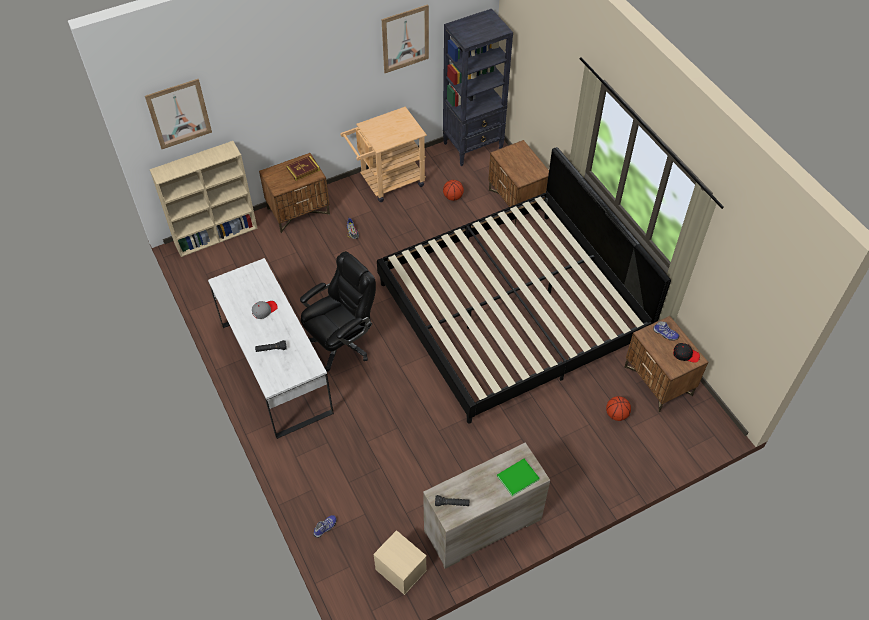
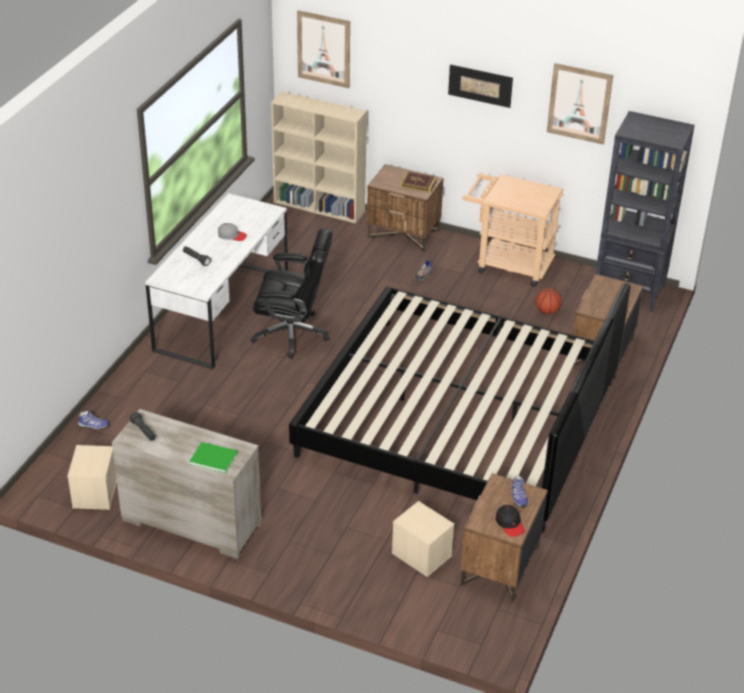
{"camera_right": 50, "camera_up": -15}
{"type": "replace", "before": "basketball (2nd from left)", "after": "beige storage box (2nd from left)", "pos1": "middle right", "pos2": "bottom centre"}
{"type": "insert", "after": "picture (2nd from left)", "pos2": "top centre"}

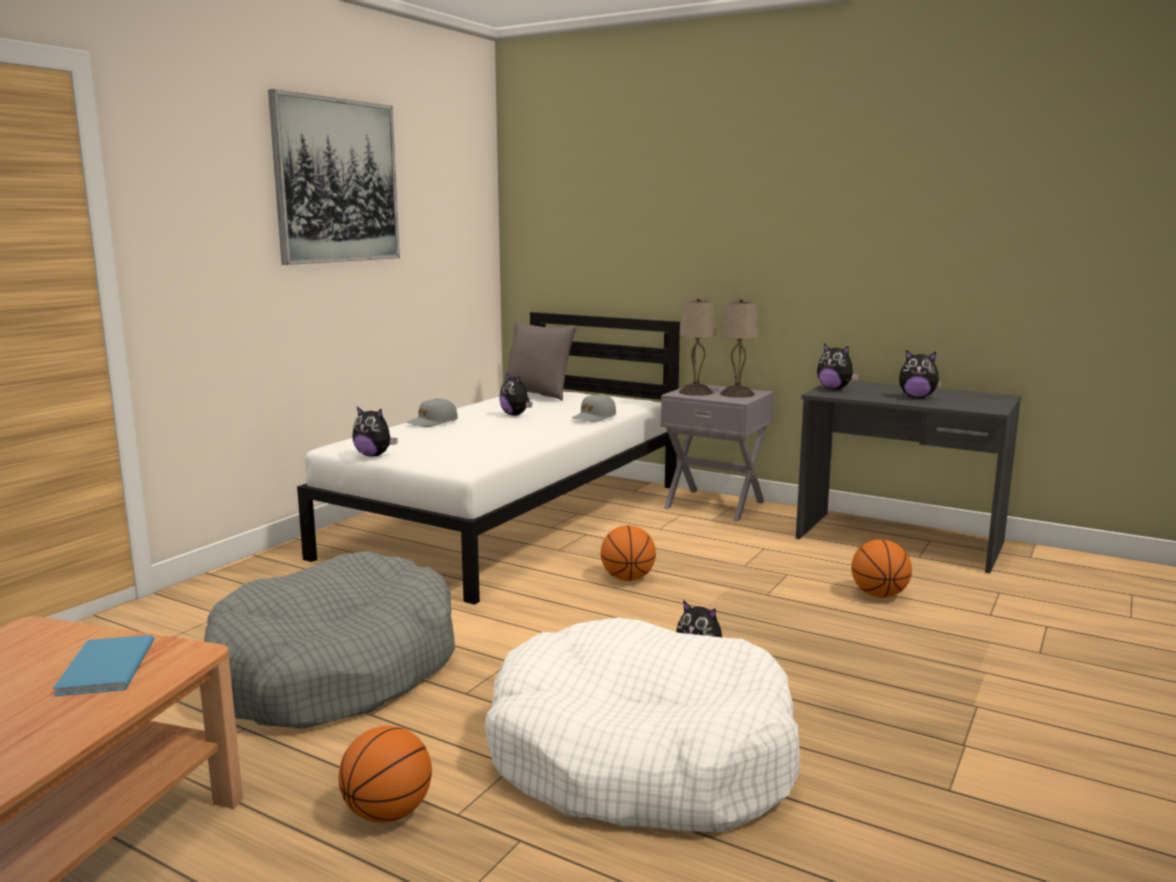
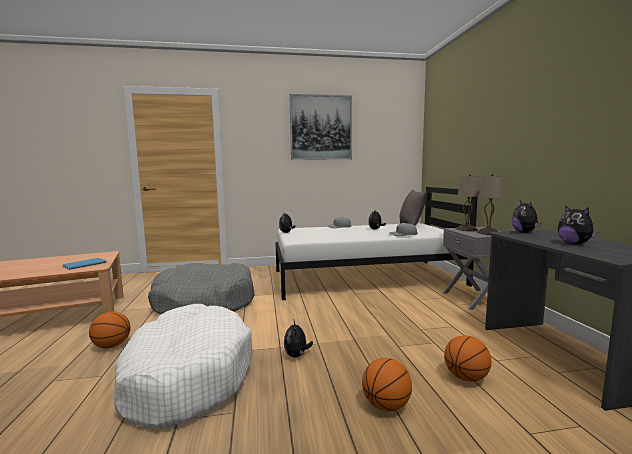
{"camera_right": 50, "camera_up": -5}
{"type": "move", "before": "basketball (2nd from left)", "pos1": "centre", "pos2": "bottom centre"}

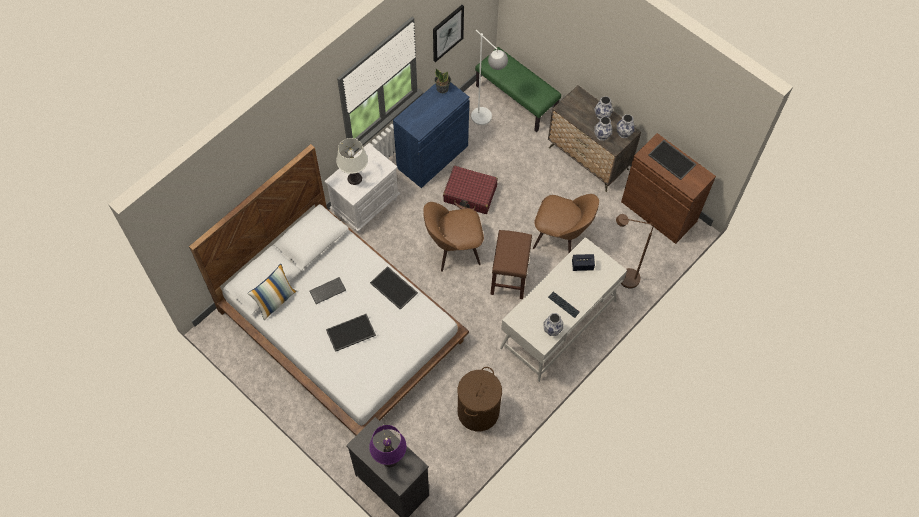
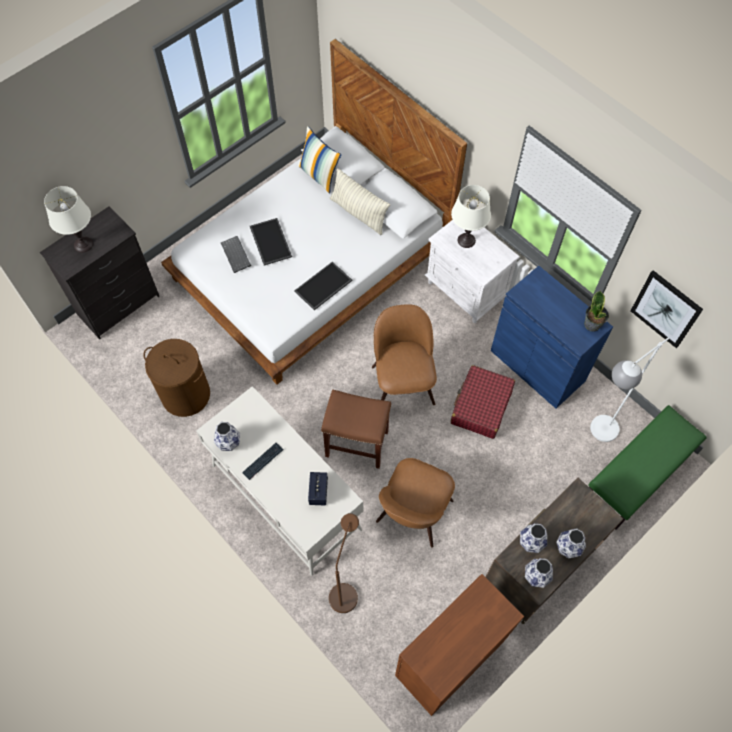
{"camera_right": 95, "camera_up": 0}
{"type": "delete", "before": "tray (3rd from left)", "pos1": "top right"}
{"type": "move", "before": "keyboard (1st from left)", "pos1": "centre", "pos2": "middle left"}
{"type": "recolor", "before": "purple table lamp", "after": "white table lamp (1st from left)", "pos1": "bottom centre", "pos2": "top left"}
{"type": "insert", "after": "pillow (2nd from left)", "pos2": "top centre"}

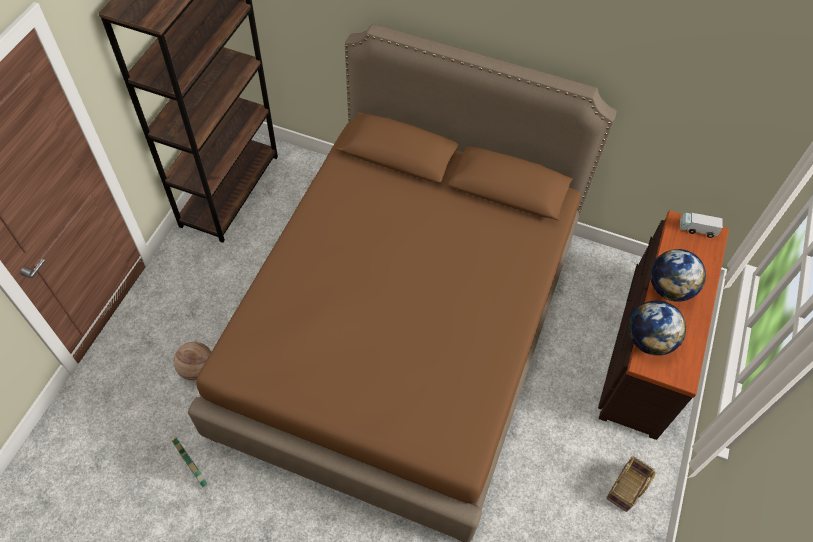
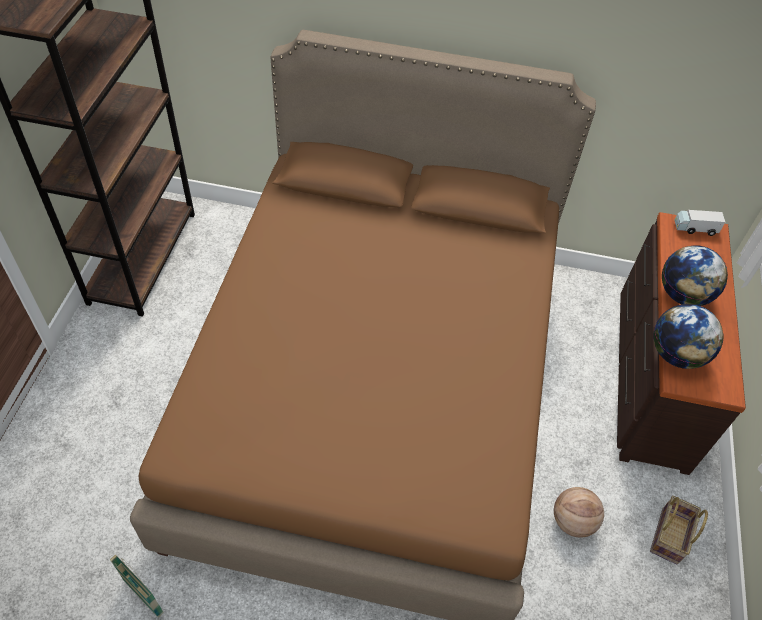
{"camera_right": -10, "camera_up": -5}
{"type": "move", "before": "basketball", "pos1": "middle left", "pos2": "bottom right"}

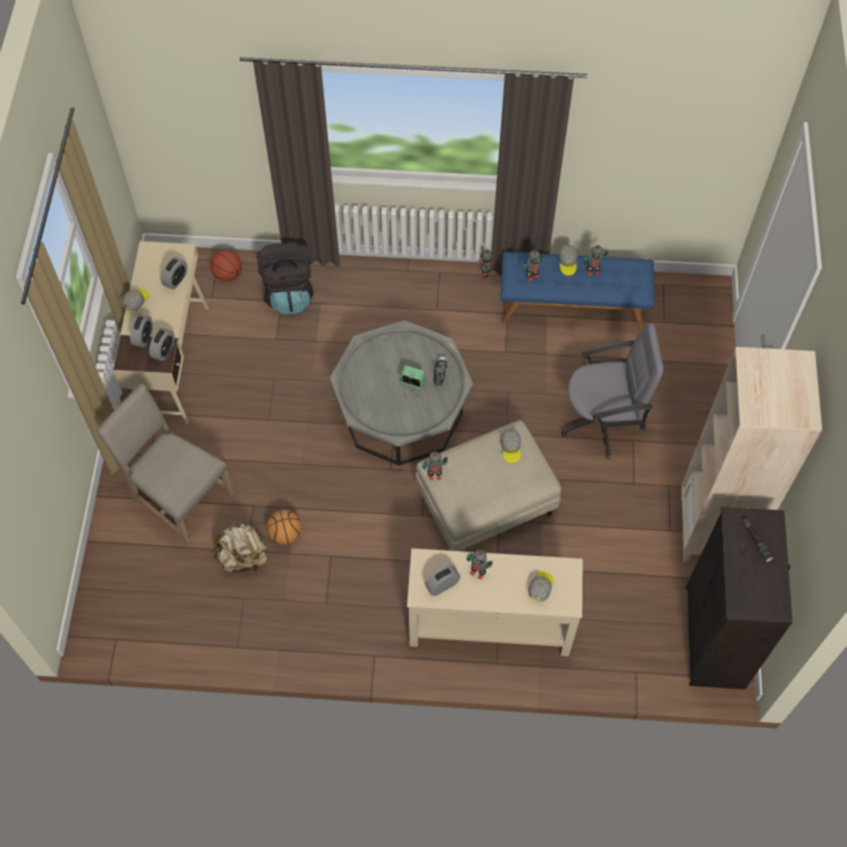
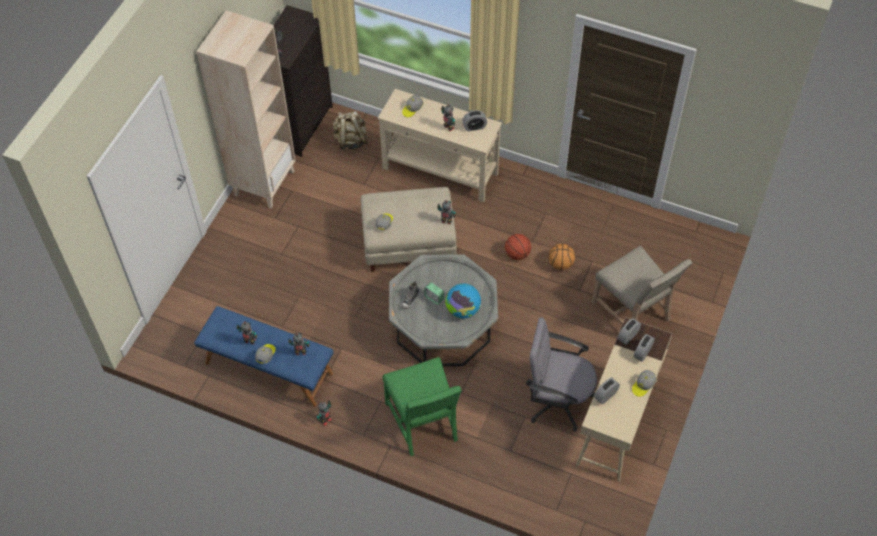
{"camera_right": -160, "camera_up": -5}
{"type": "delete", "before": "black backpack", "pos1": "top centre"}
{"type": "move", "before": "basketball (1st from left)", "pos1": "top left", "pos2": "centre"}
{"type": "move", "before": "grey office chair", "pos1": "middle right", "pos2": "bottom centre"}
{"type": "move", "before": "beige backpack", "pos1": "middle left", "pos2": "top centre"}
{"type": "insert", "after": "globe", "pos2": "centre"}
{"type": "insert", "after": "green chair", "pos2": "bottom centre"}

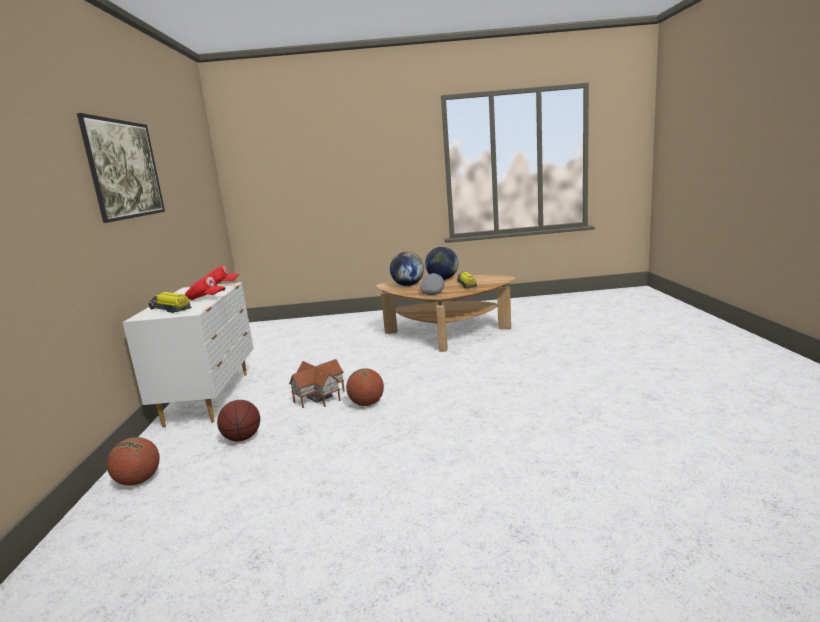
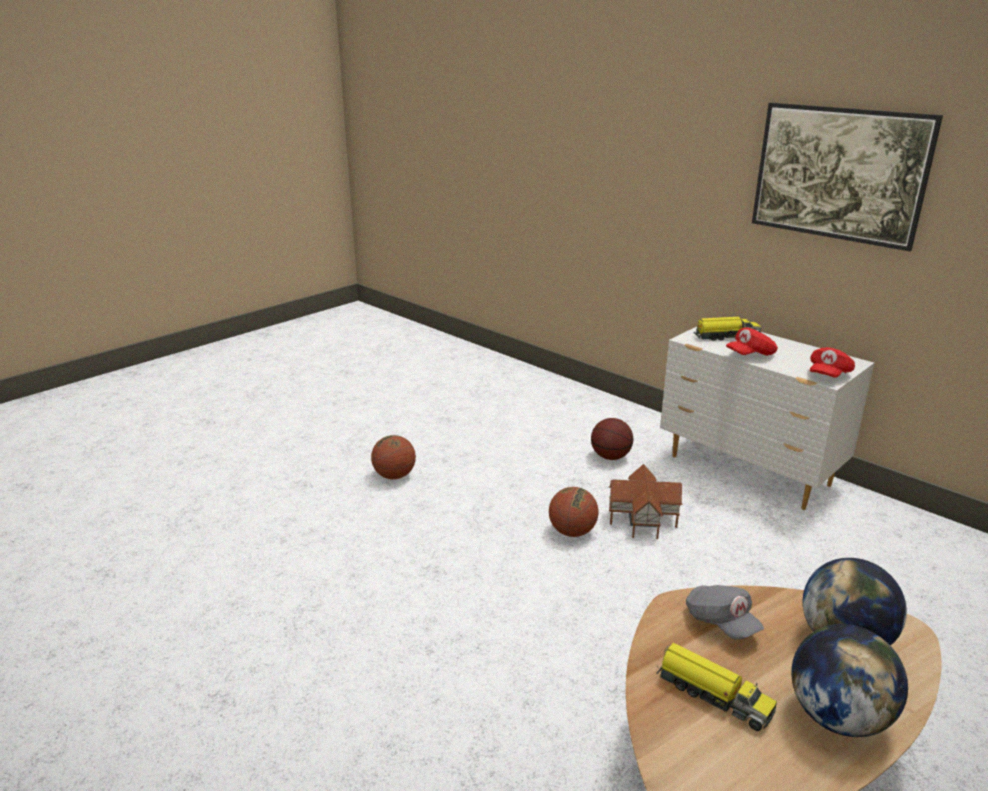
{"camera_right": 135, "camera_up": 10}
{"type": "move", "before": "basketball (1st from left)", "pos1": "bottom left", "pos2": "centre"}

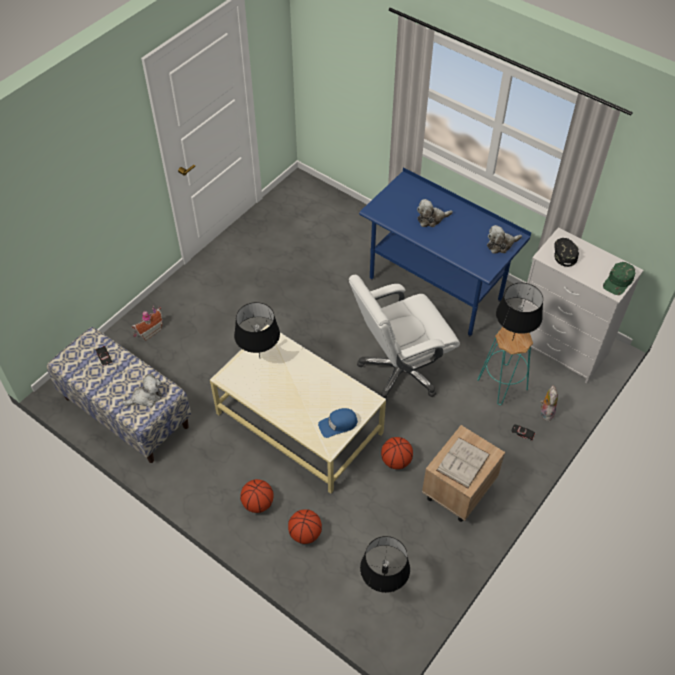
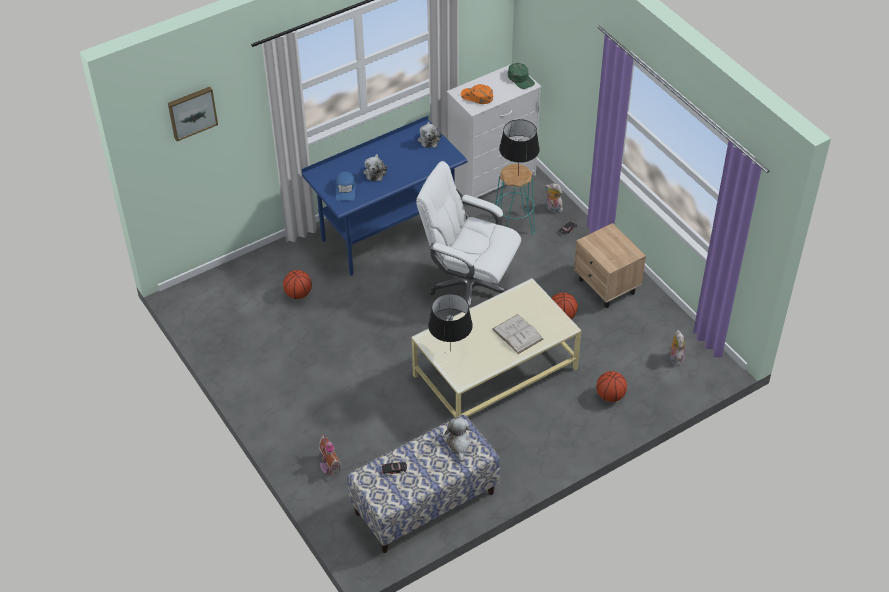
{"camera_right": -70, "camera_up": -5}
{"type": "recolor", "before": "black cap", "after": "orange cap", "pos1": "middle right", "pos2": "top centre"}
{"type": "rotate", "before": "white office chair", "pos1": "centre", "pos2": "centre", "turn": 120}
{"type": "move", "before": "blue cap", "pos1": "centre", "pos2": "top centre"}
{"type": "move", "before": "white book", "pos1": "bottom right", "pos2": "centre"}
{"type": "move", "before": "basketball (1st from left)", "pos1": "bottom centre", "pos2": "centre"}
{"type": "replace", "before": "black table lamp (2nd from left)", "after": "plush toy (5th from left)", "pos1": "bottom centre", "pos2": "middle right"}
{"type": "insert", "after": "picture", "pos2": "top left"}

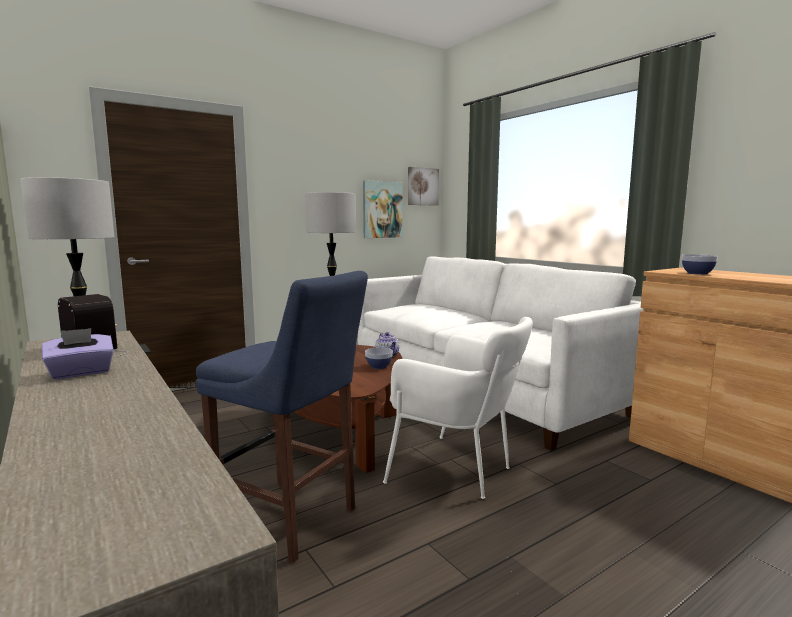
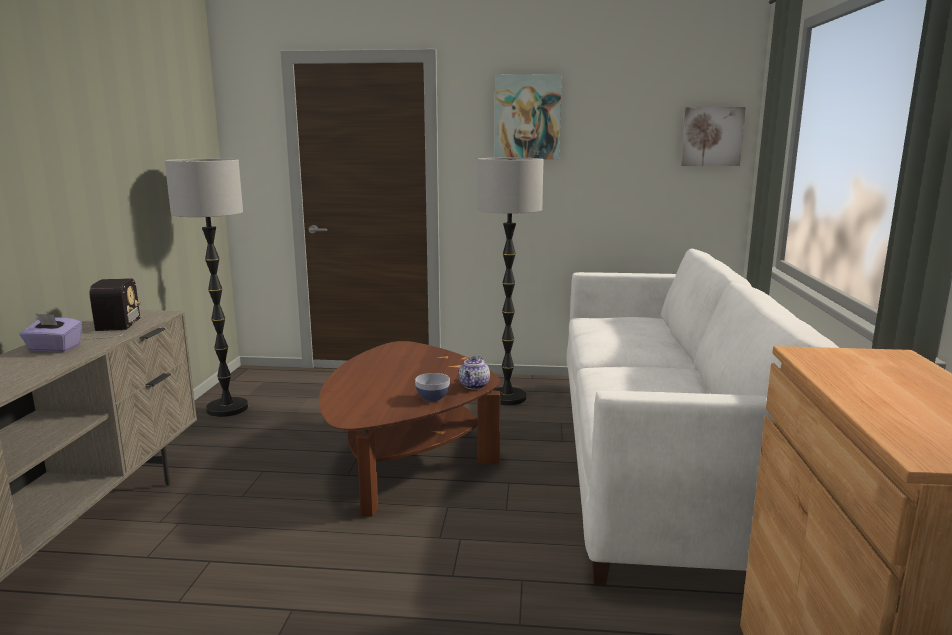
{"camera_right": 40, "camera_up": 5}
{"type": "move", "before": "picture (1st from left)", "pos1": "centre", "pos2": "top centre"}
{"type": "delete", "before": "bowl (2nd from left)", "pos1": "middle right"}
{"type": "delete", "before": "blue stool", "pos1": "bottom centre"}
{"type": "delete", "before": "white armchair", "pos1": "centre"}

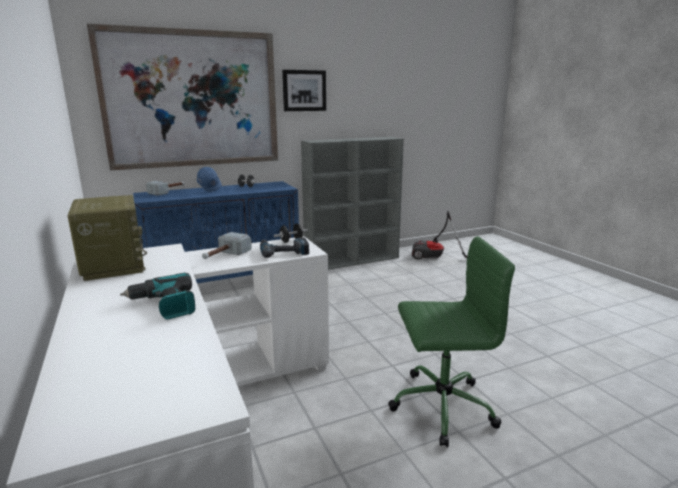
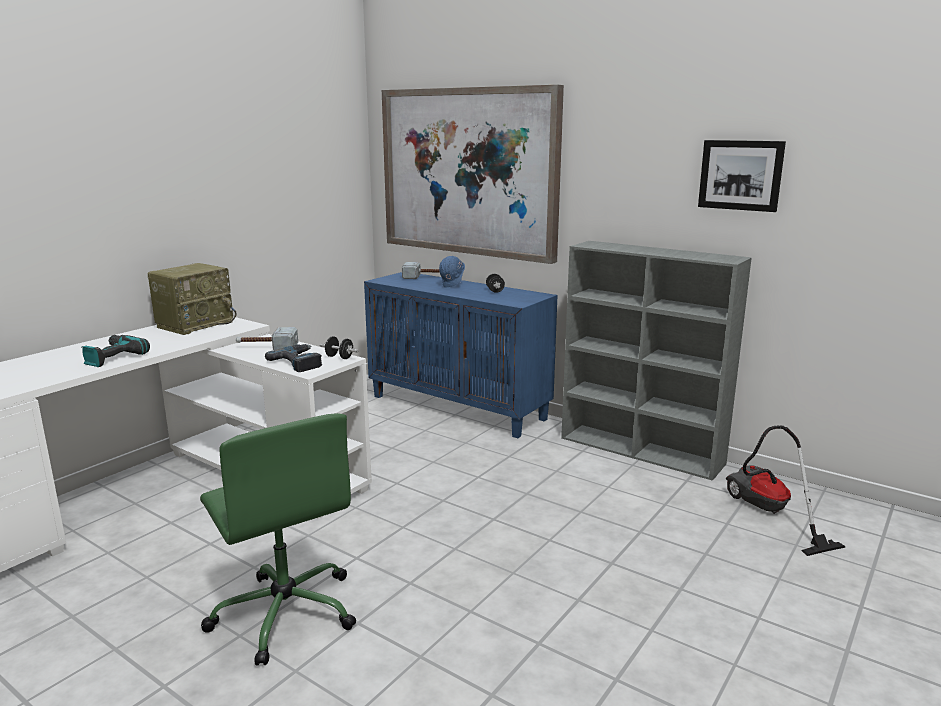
{"camera_right": 60, "camera_up": 0}
{"type": "move", "before": "picture (2nd from left)", "pos1": "top centre", "pos2": "top right"}

